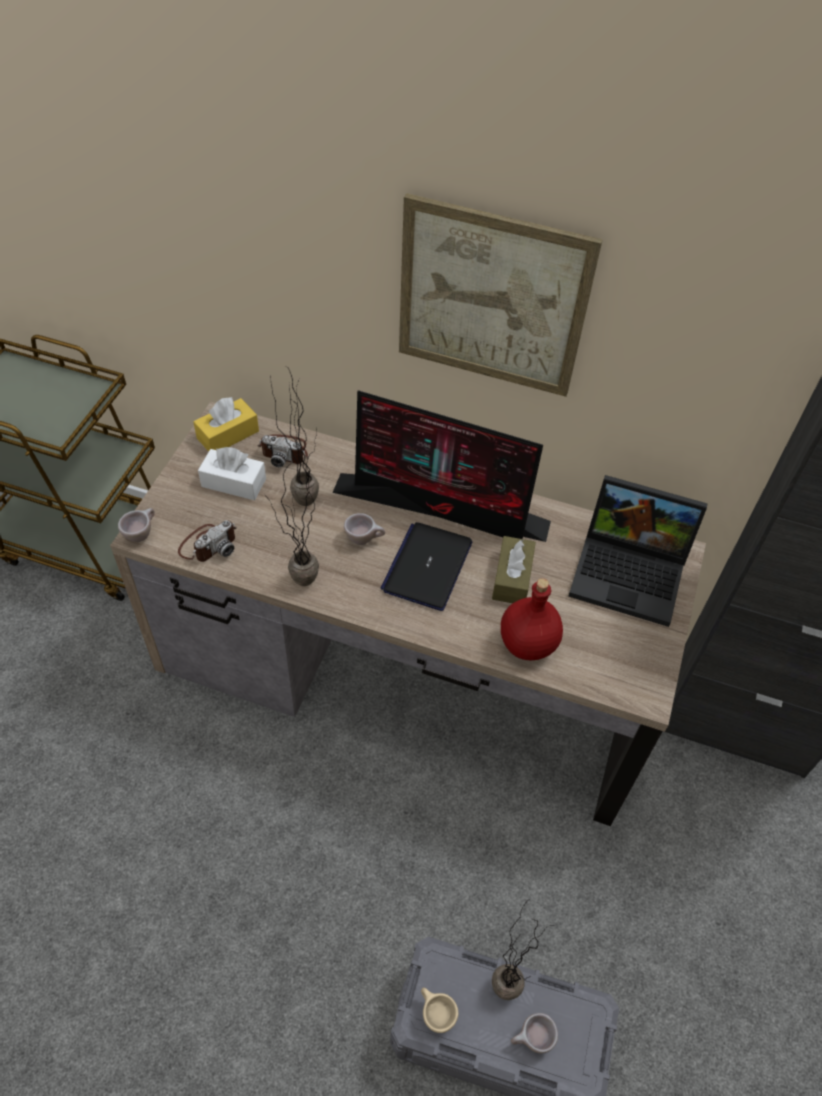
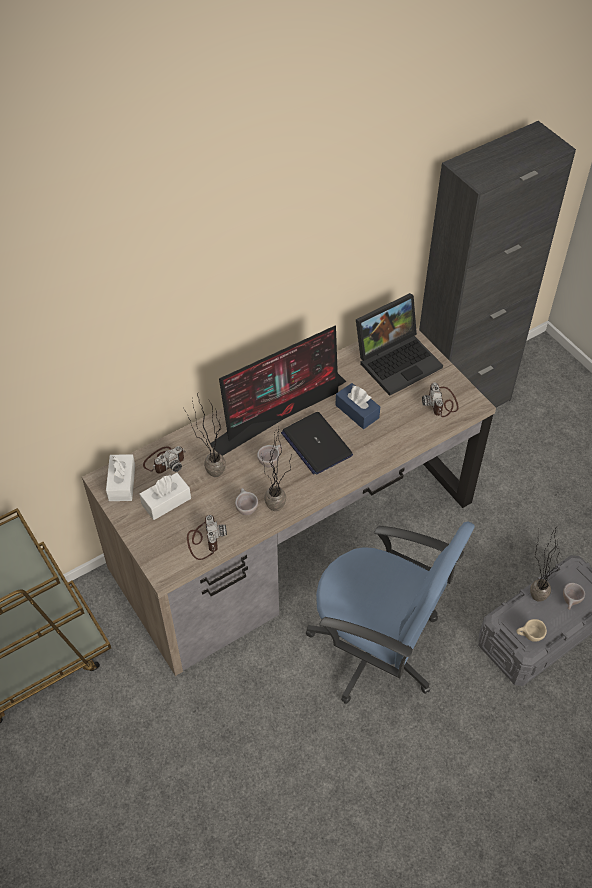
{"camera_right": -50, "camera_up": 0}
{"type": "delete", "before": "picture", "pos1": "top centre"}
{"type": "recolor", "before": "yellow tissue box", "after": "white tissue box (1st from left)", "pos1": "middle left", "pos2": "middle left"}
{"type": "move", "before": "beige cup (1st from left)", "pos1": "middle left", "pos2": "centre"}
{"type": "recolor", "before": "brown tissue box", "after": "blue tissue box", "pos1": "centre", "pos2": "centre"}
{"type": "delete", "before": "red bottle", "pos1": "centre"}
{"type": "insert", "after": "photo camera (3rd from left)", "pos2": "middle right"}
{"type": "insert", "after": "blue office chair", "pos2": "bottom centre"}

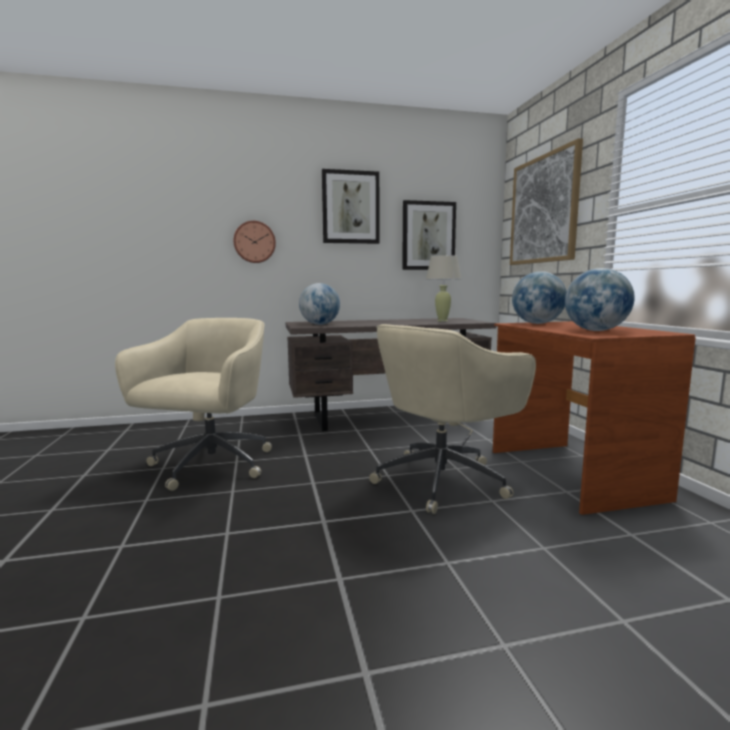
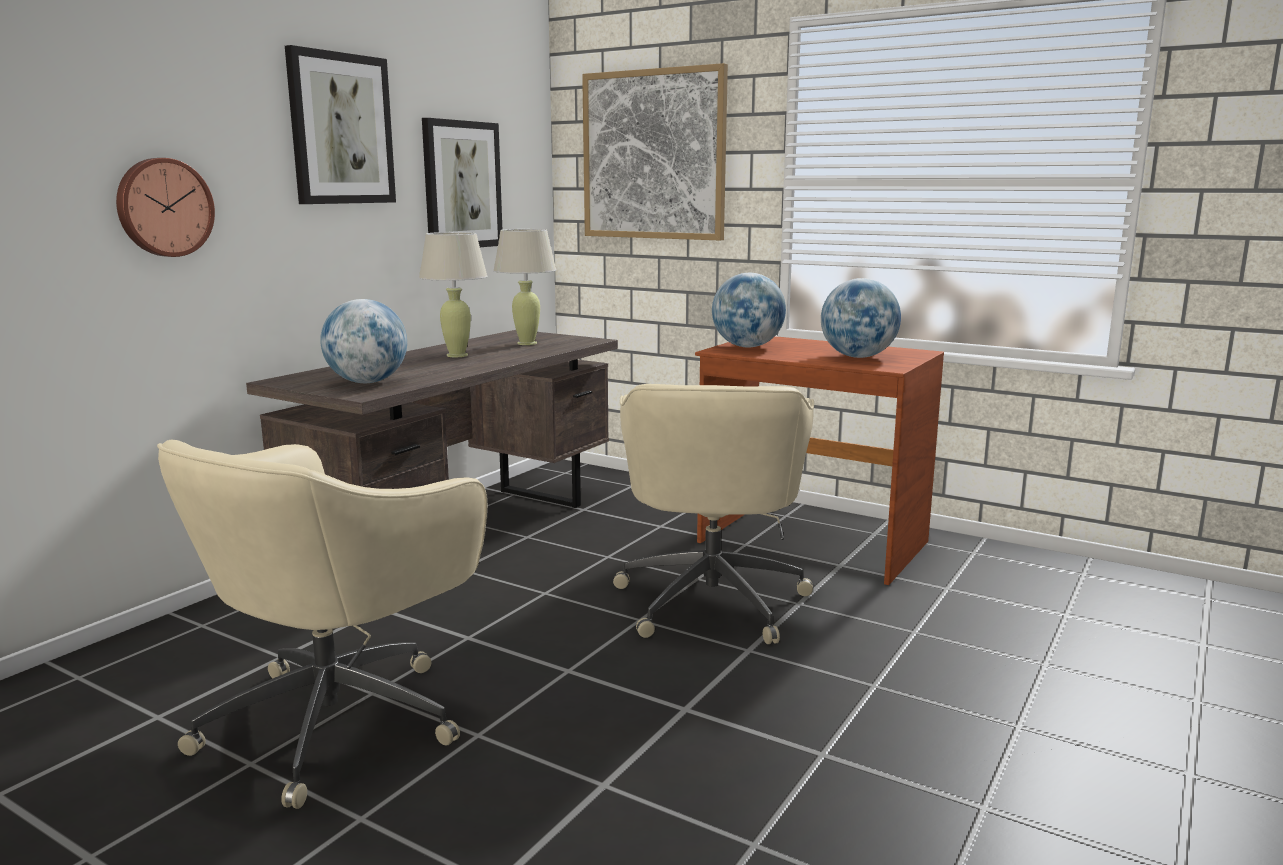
{"camera_right": -45, "camera_up": 5}
{"type": "rotate", "before": "beige office chair (1st from left)", "pos1": "middle left", "pos2": "bottom left", "turn": -120}
{"type": "insert", "after": "beige table lamp (1st from left)", "pos2": "centre"}

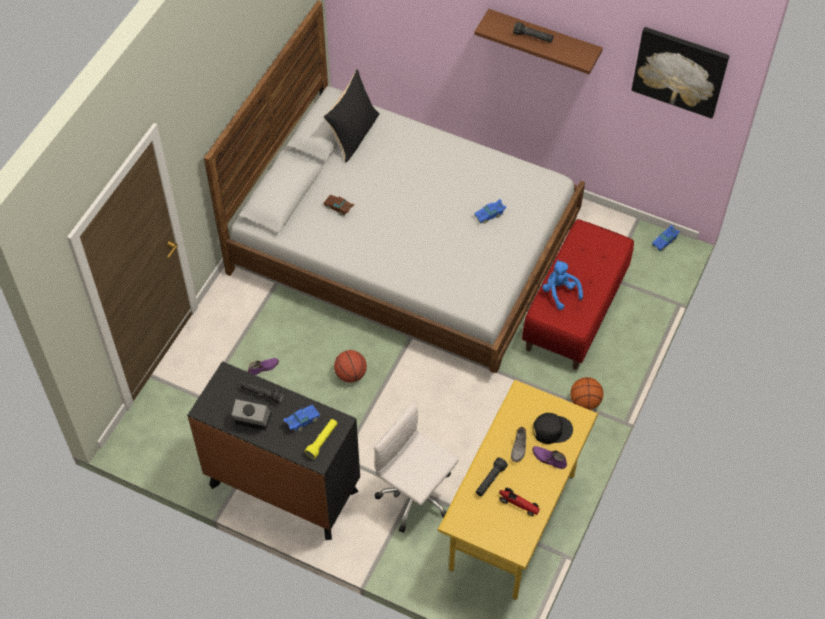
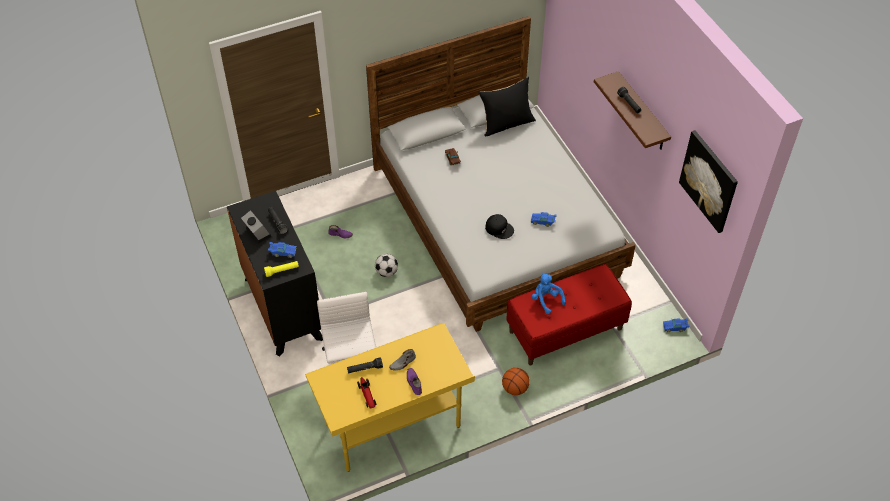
{"camera_right": 40, "camera_up": -5}
{"type": "rotate", "before": "blue plush toy", "pos1": "middle right", "pos2": "centre", "turn": -45}
{"type": "replace", "before": "basketball (1st from left)", "after": "football", "pos1": "centre", "pos2": "centre"}
{"type": "move", "before": "black cap", "pos1": "bottom right", "pos2": "centre"}

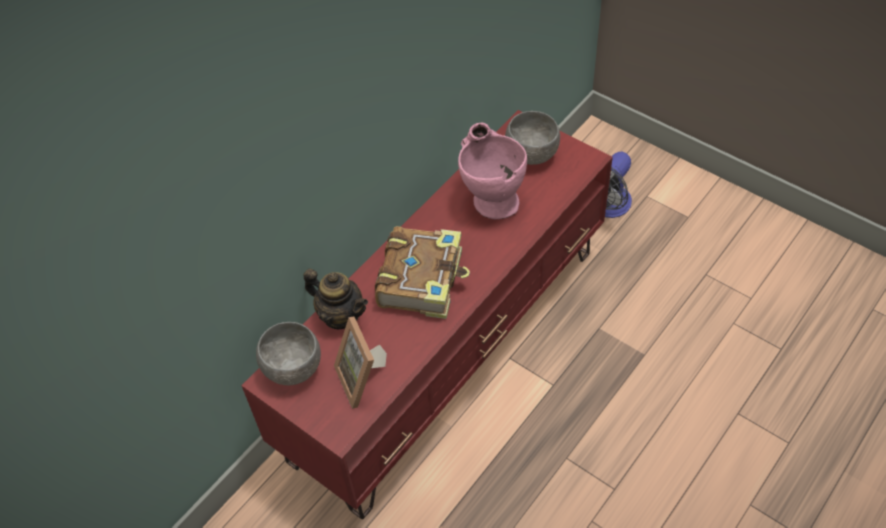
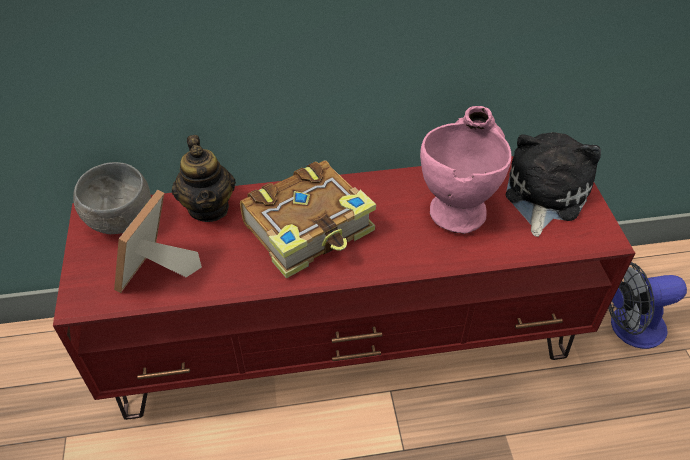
{"camera_right": 40, "camera_up": -5}
{"type": "replace", "before": "grey bowl (2nd from left)", "after": "plush toy", "pos1": "top centre", "pos2": "middle right"}

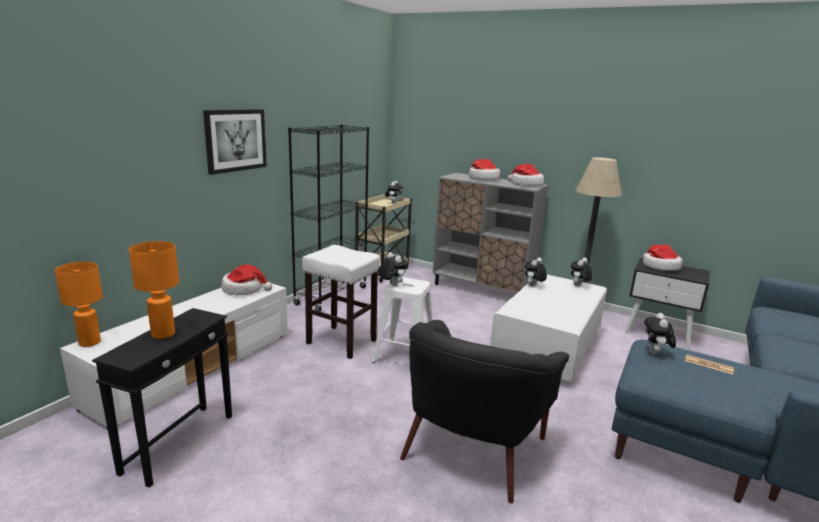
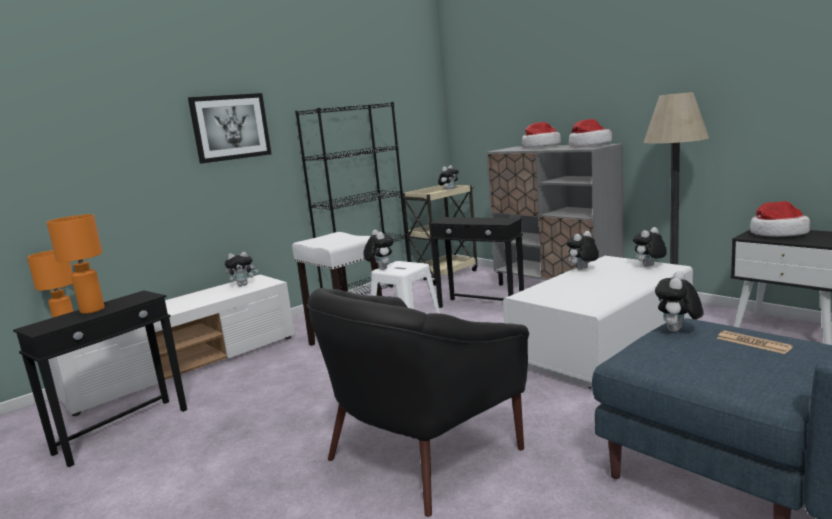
{"camera_right": 20, "camera_up": -5}
{"type": "replace", "before": "hat (1st from left)", "after": "plush toy (1st from left)", "pos1": "middle left", "pos2": "middle left"}
{"type": "insert", "after": "black side table (2nd from left)", "pos2": "centre"}

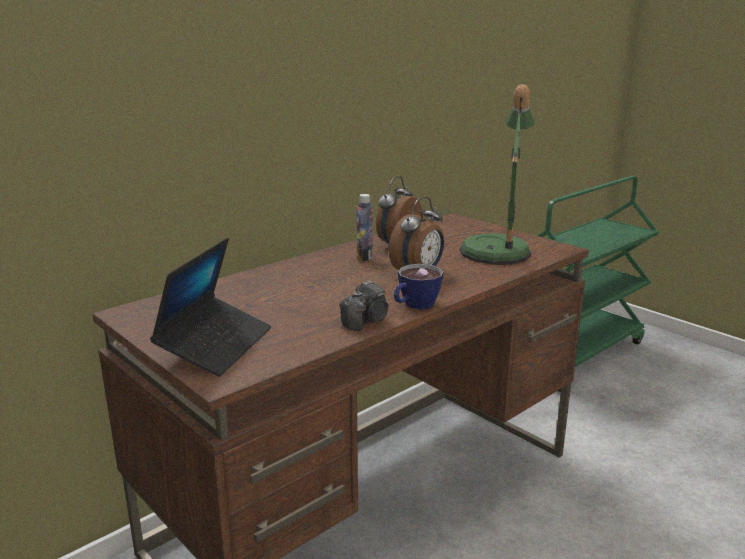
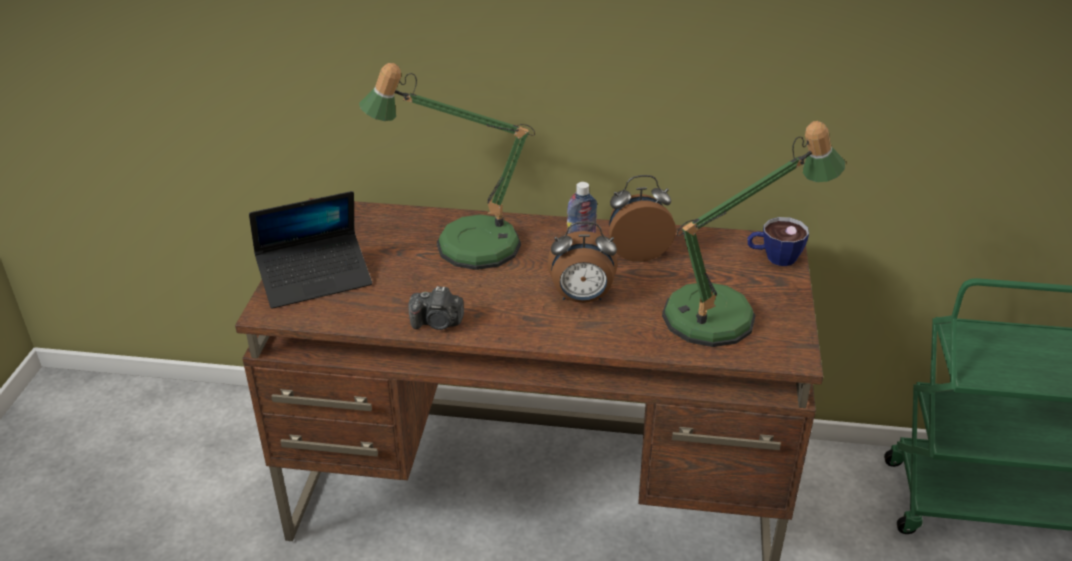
{"camera_right": 50, "camera_up": 15}
{"type": "move", "before": "cup", "pos1": "centre", "pos2": "middle right"}
{"type": "insert", "after": "table lamp (1st from left)", "pos2": "top centre"}

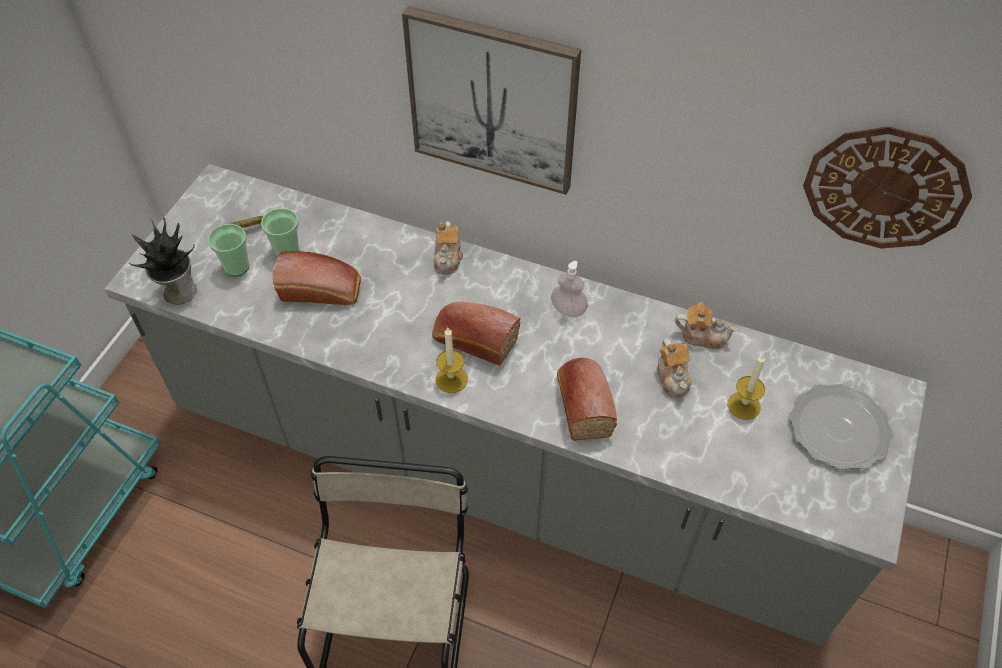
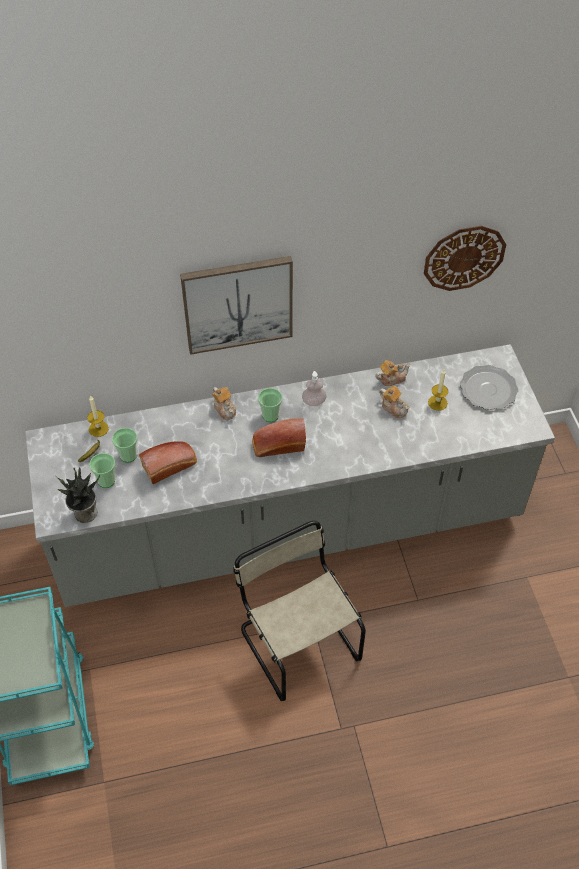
{"camera_right": -35, "camera_up": 0}
{"type": "move", "before": "candle (1st from left)", "pos1": "centre", "pos2": "middle left"}
{"type": "delete", "before": "bread (3rd from left)", "pos1": "centre"}
{"type": "insert", "after": "cup (3rd from left)", "pos2": "centre"}

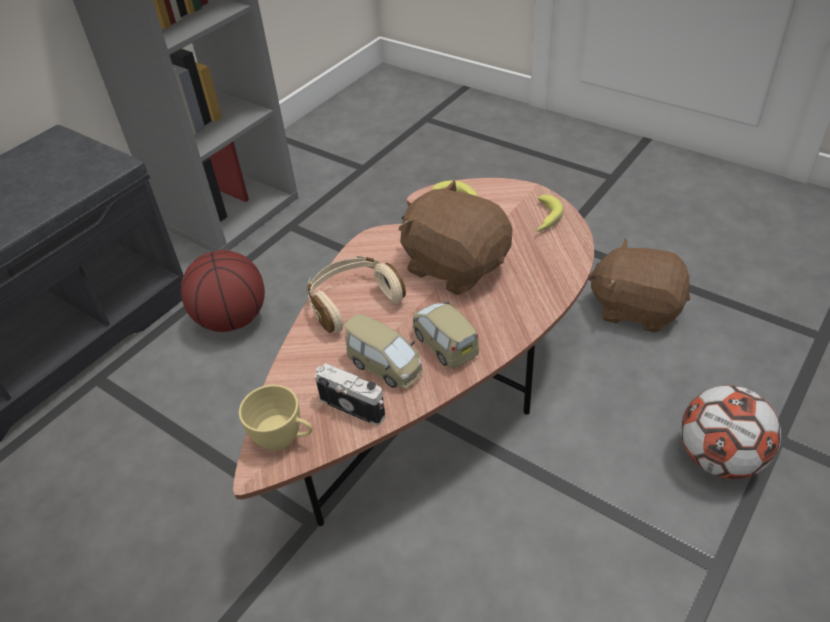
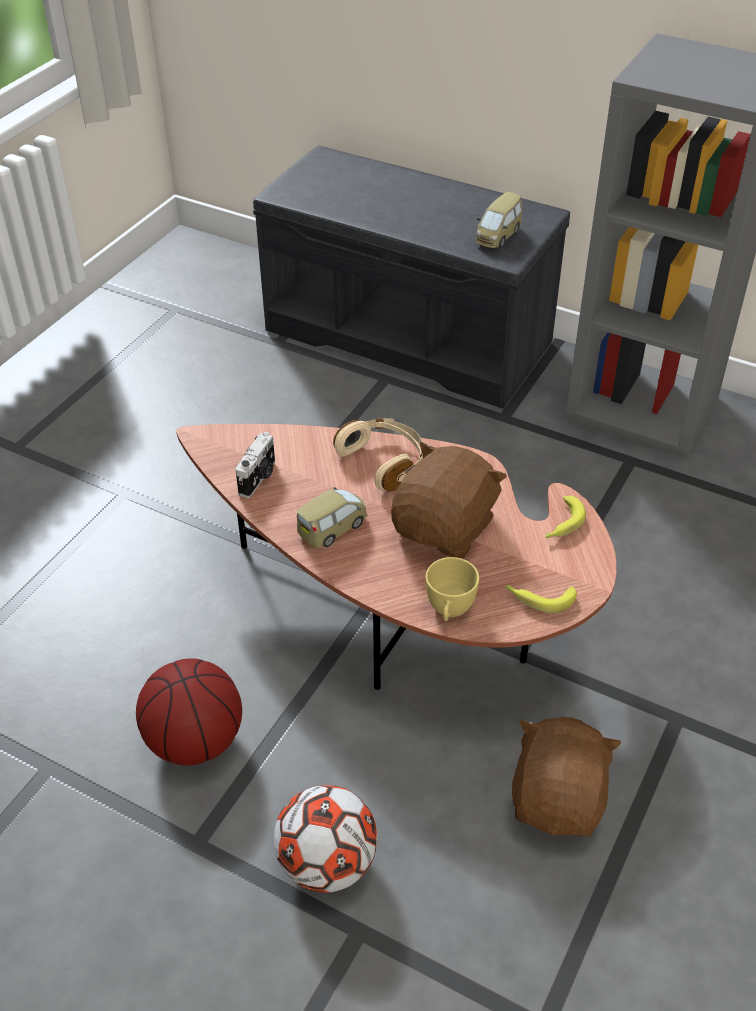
{"camera_right": 80, "camera_up": 0}
{"type": "move", "before": "basketball", "pos1": "middle left", "pos2": "bottom left"}
{"type": "move", "before": "toy car (1st from left in the first image)", "after": "toy car (2nd from left)", "pos1": "centre", "pos2": "top centre"}
{"type": "move", "before": "yellow cup", "pos1": "bottom left", "pos2": "centre"}

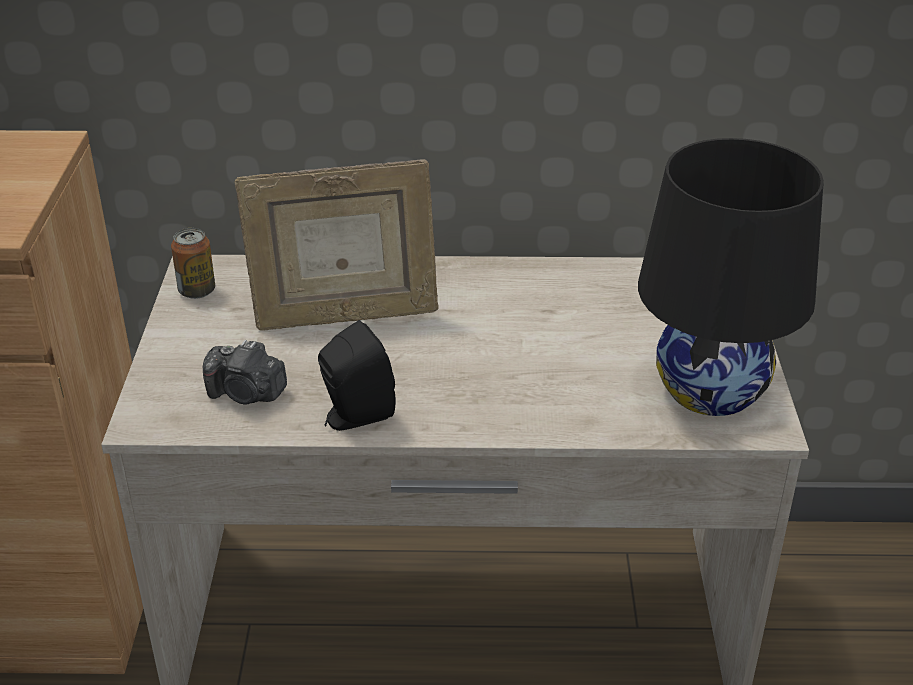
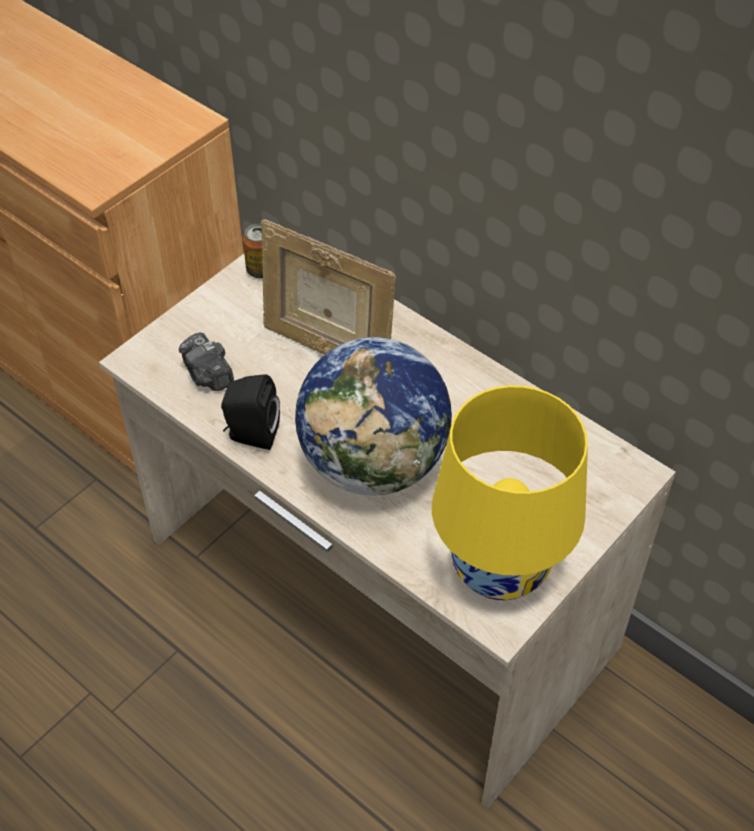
{"camera_right": 40, "camera_up": 15}
{"type": "recolor", "before": "black table lamp", "after": "yellow table lamp", "pos1": "middle right", "pos2": "middle right"}
{"type": "insert", "after": "globe", "pos2": "centre"}

